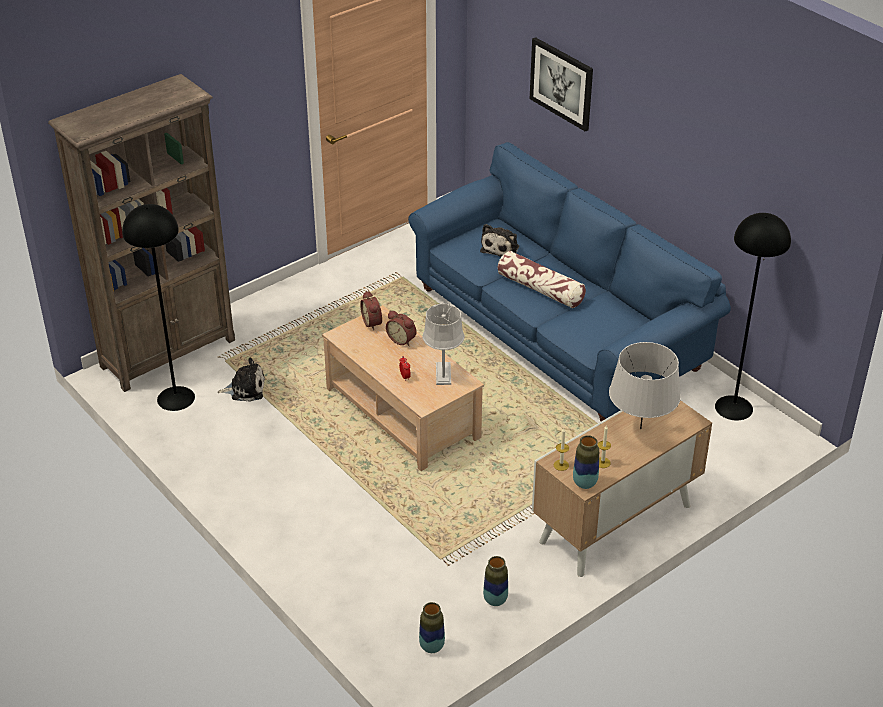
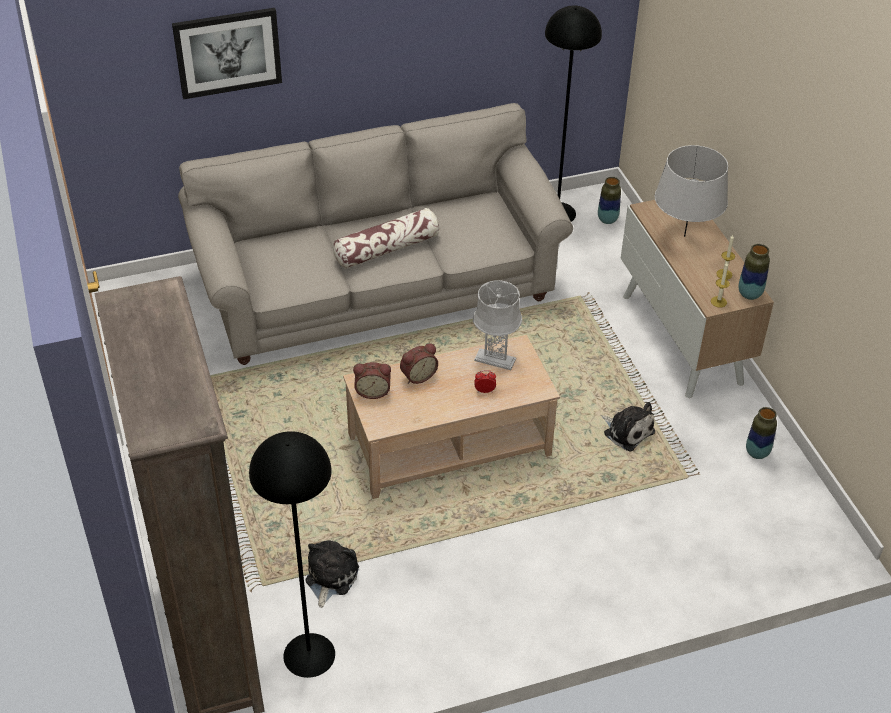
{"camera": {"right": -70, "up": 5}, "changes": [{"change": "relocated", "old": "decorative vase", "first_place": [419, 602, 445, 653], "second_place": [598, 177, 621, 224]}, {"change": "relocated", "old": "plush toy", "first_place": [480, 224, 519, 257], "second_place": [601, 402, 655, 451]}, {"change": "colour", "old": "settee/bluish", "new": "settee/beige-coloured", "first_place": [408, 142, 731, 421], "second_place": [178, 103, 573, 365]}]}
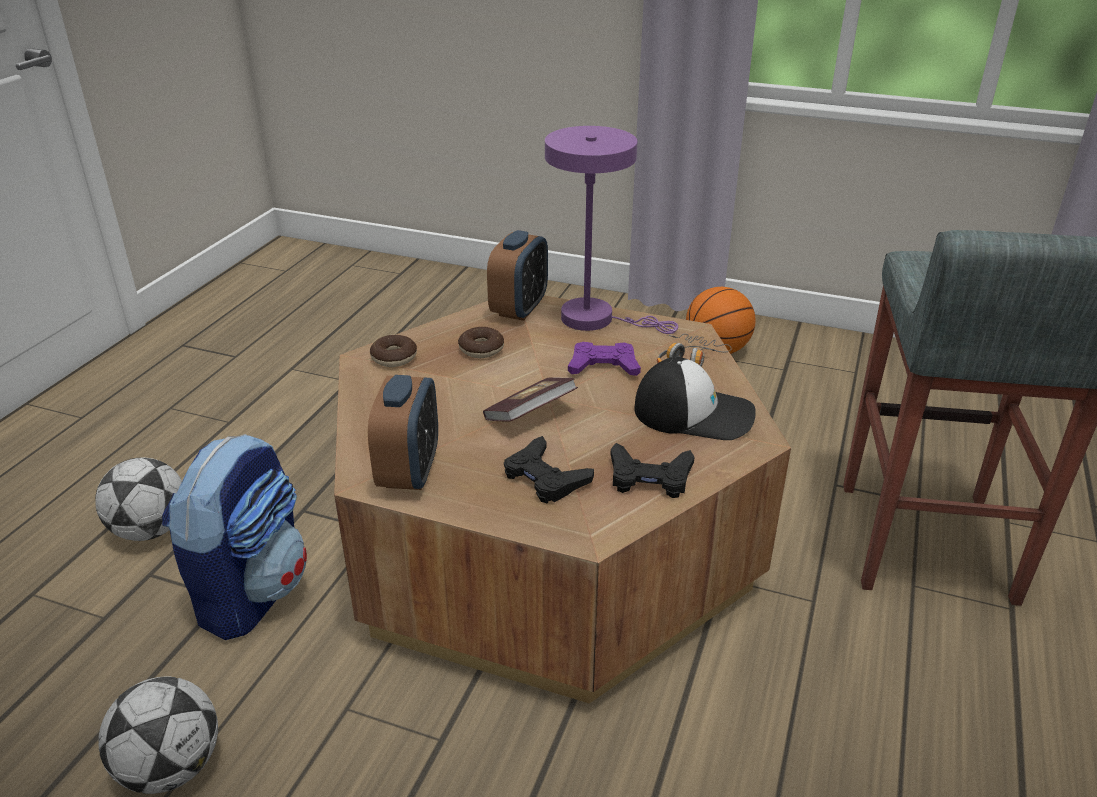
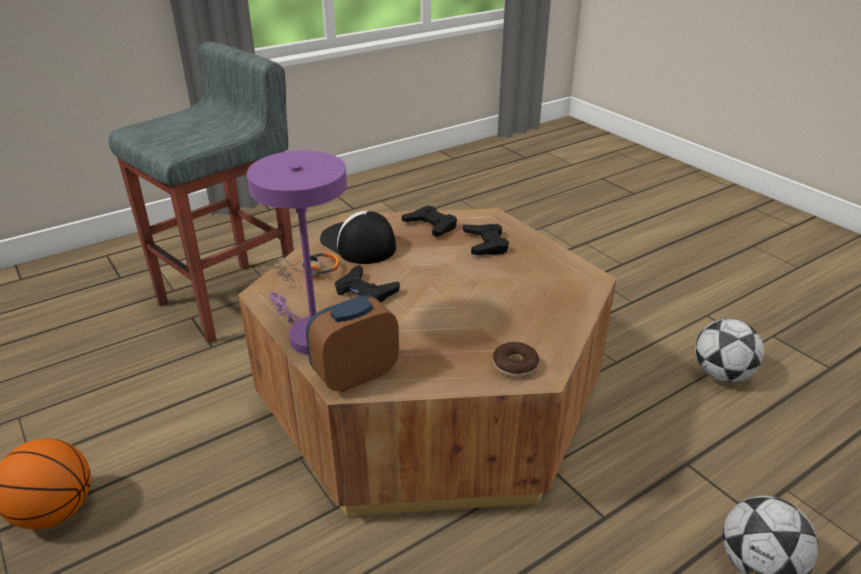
{"camera": {"right": -145, "up": 0}, "changes": [{"change": "missing", "old": "rucksack", "first_place": [162, 434, 307, 640]}, {"change": "missing", "old": "table clock", "first_place": [368, 375, 438, 490]}, {"change": "missing", "old": "donut", "first_place": [458, 327, 504, 358]}, {"change": "missing", "old": "volume", "first_place": [483, 377, 578, 422]}, {"change": "colour", "old": "gamepad/purplish", "new": "gamepad/blackish", "first_place": [568, 342, 641, 376], "second_place": [335, 264, 400, 302]}]}
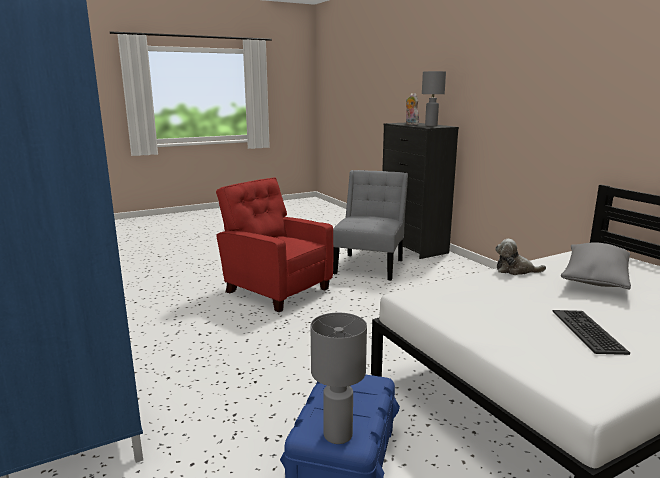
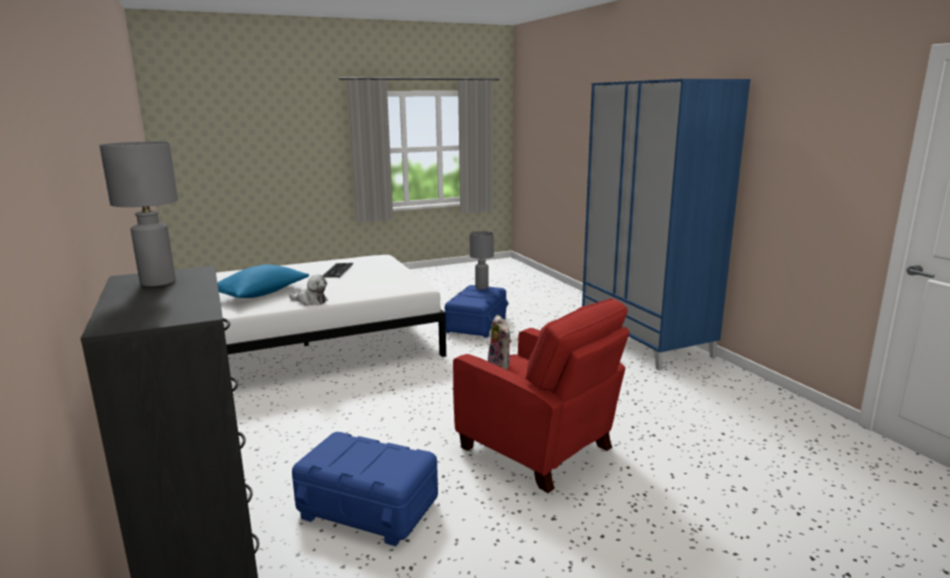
{"camera": {"right": -175, "up": 0}, "changes": [{"change": "relocated", "old": "plush toy", "first_place": [406, 93, 419, 125], "second_place": [488, 315, 511, 370]}, {"change": "exchanged", "old": "plain chair/gray", "new": "storage box/bluish", "first_place": [333, 170, 408, 280], "second_place": [292, 432, 438, 546]}, {"change": "colour", "old": "throw pillow/gray", "new": "throw pillow/bluish", "first_place": [561, 242, 631, 289], "second_place": [217, 264, 309, 298]}]}
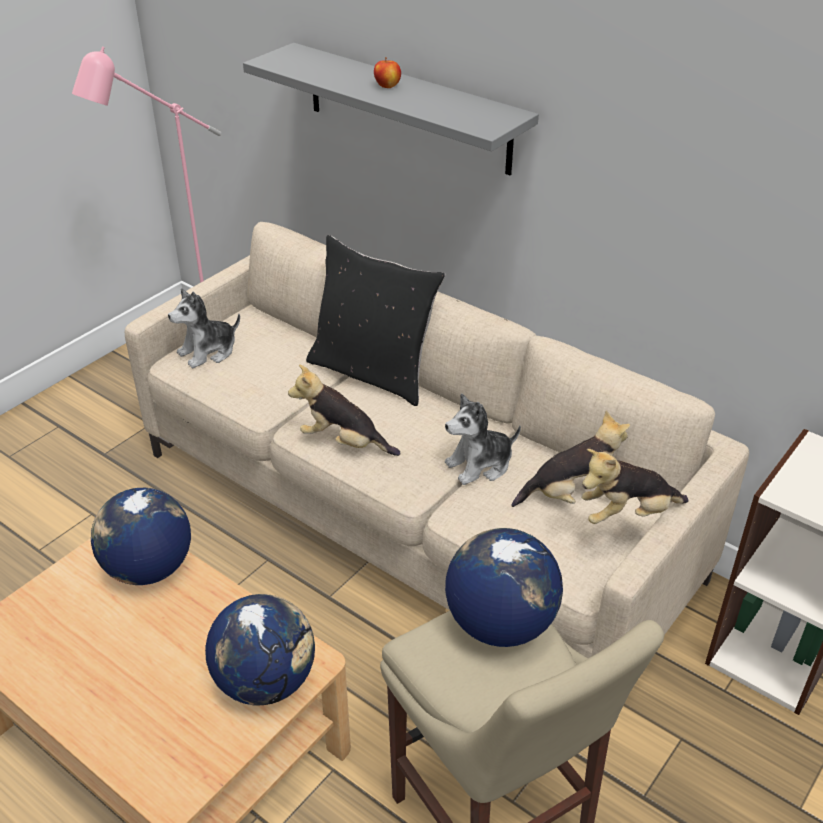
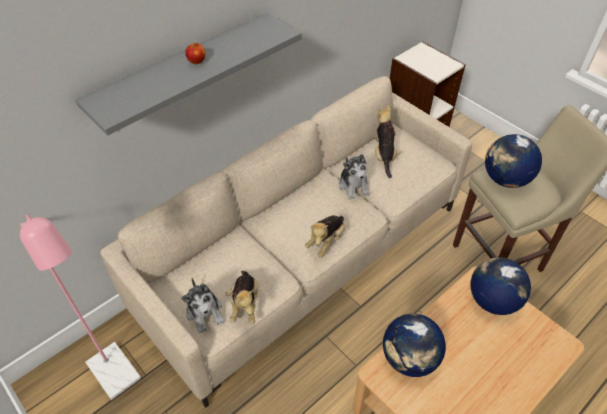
{"camera": {"right": -80, "up": 10}, "changes": [{"change": "missing", "old": "throw pillow/blackish", "first_place": [306, 235, 445, 406]}, {"change": "relocated", "old": "plush toy", "first_place": [582, 449, 689, 524], "second_place": [225, 271, 258, 324]}]}
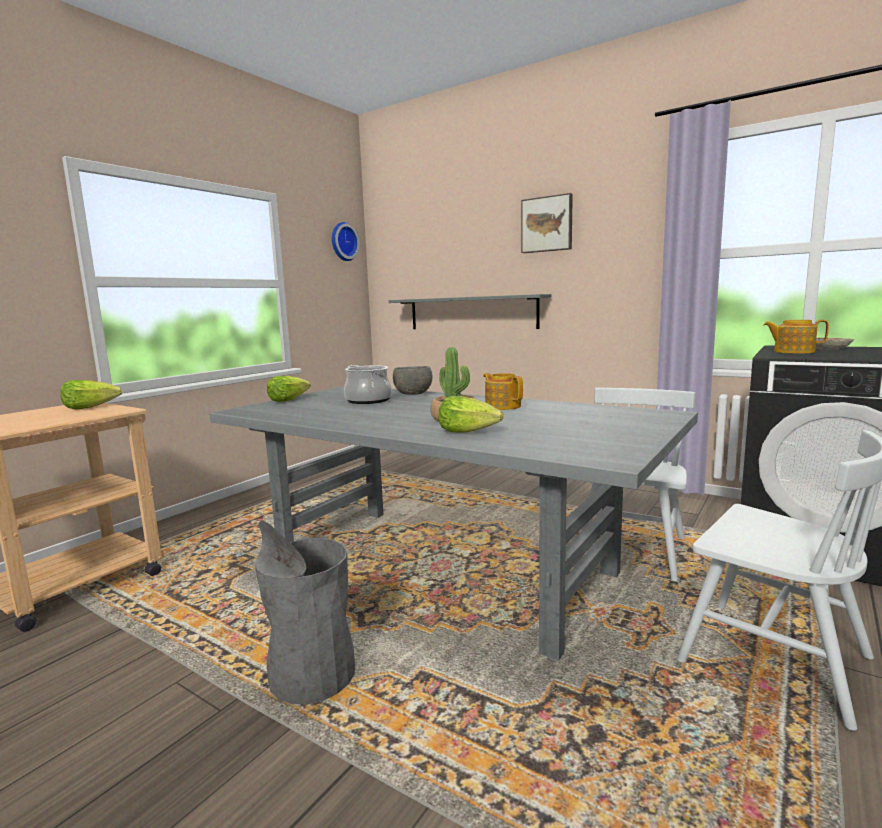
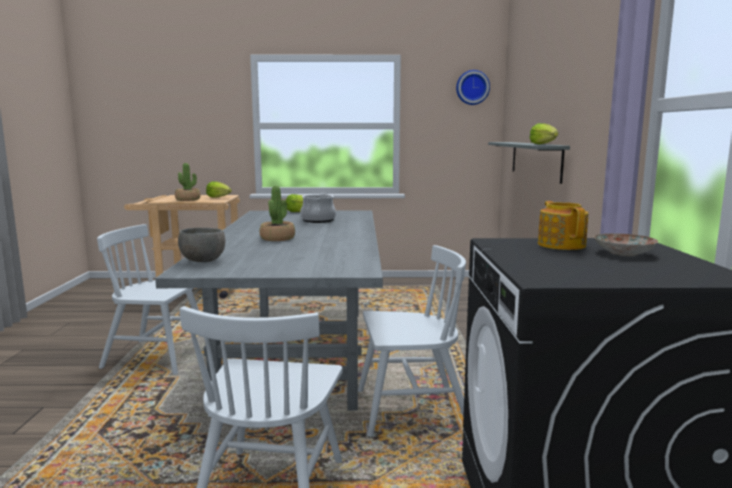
{"camera": {"right": 55, "up": 0}, "changes": [{"change": "missing", "old": "tea pot", "first_place": [483, 373, 523, 410]}, {"change": "missing", "old": "picture", "first_place": [521, 193, 573, 253]}, {"change": "appeared", "new": "potted plant", "second_place": [175, 163, 200, 201]}, {"change": "relocated", "old": "bowl/gray", "first_place": [393, 366, 432, 395], "second_place": [178, 228, 225, 262]}, {"change": "relocated", "old": "lettuce", "first_place": [438, 396, 503, 432], "second_place": [529, 123, 558, 144]}, {"change": "exchanged", "old": "waste bin/gray", "new": "plain chair/white", "first_place": [255, 520, 355, 704], "second_place": [97, 224, 205, 375]}]}
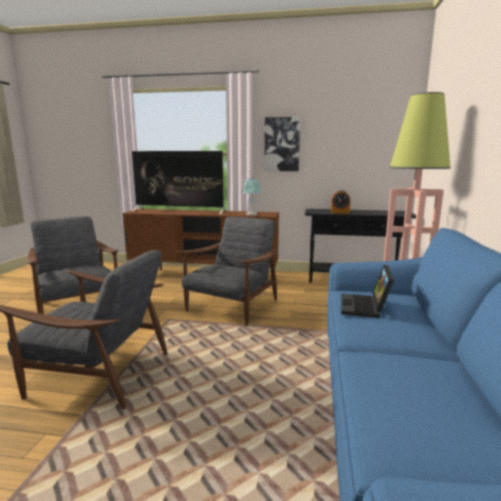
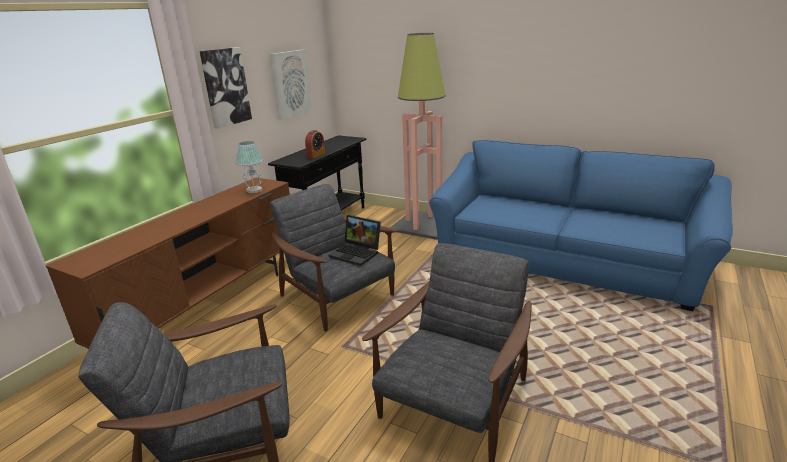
{"camera": {"right": -70, "up": 10}, "changes": [{"change": "missing", "old": "TV set", "first_place": [132, 151, 227, 214]}, {"change": "appeared", "new": "picture", "second_place": [269, 49, 313, 120]}, {"change": "relocated", "old": "notebook computer", "first_place": [341, 265, 394, 318], "second_place": [329, 215, 381, 266]}]}
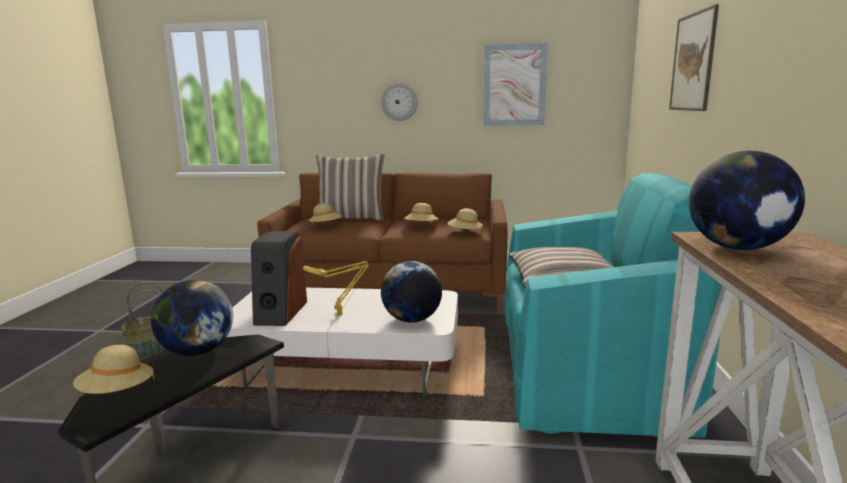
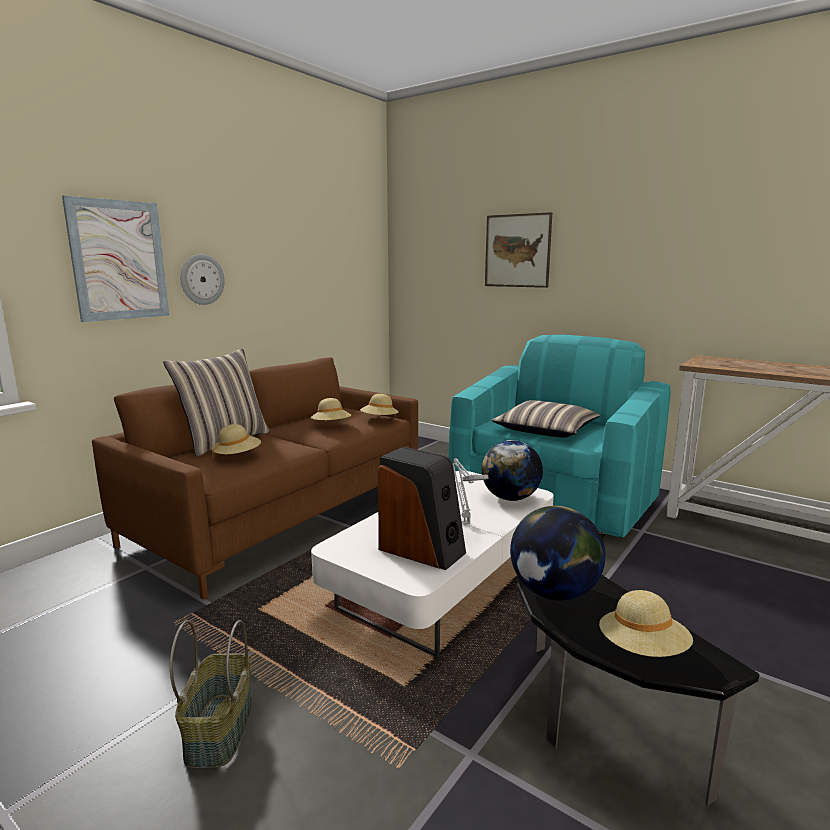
{"camera": {"right": -60, "up": 0}, "changes": [{"change": "missing", "old": "world globe", "first_place": [689, 151, 805, 250]}, {"change": "relocated", "old": "picture", "first_place": [483, 43, 548, 126], "second_place": [62, 196, 169, 322]}, {"change": "colour", "old": "table lamp/yellow", "new": "table lamp/gray", "first_place": [303, 261, 369, 316], "second_place": [453, 458, 488, 525]}]}
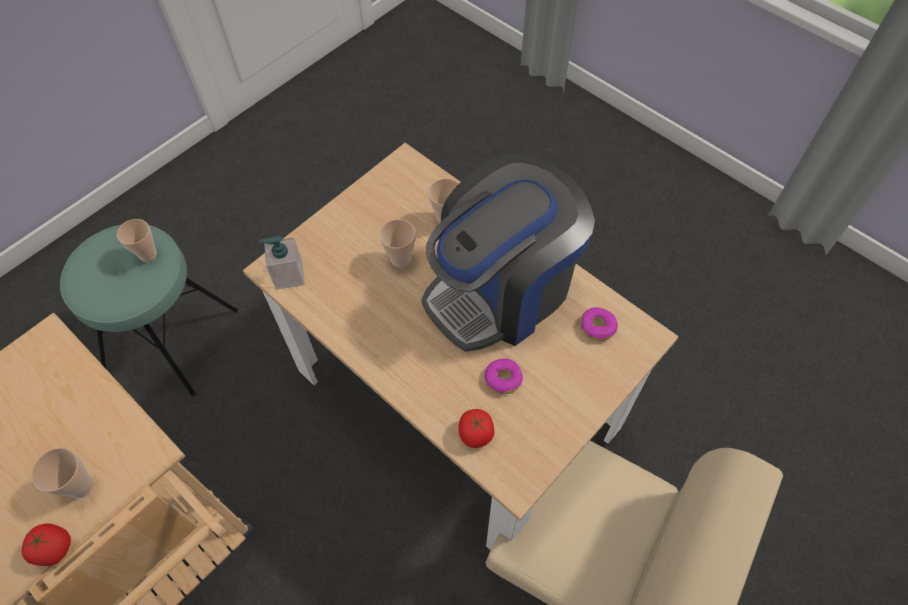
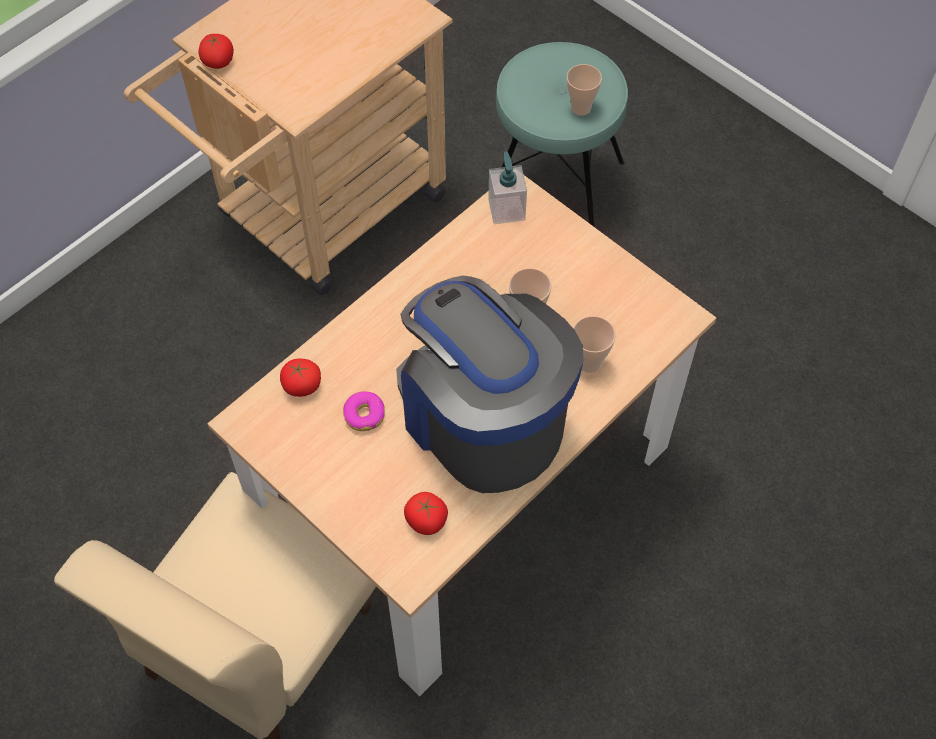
{"camera": {"right": 90, "up": 0}, "changes": [{"change": "missing", "old": "small cup", "first_place": [31, 448, 94, 498]}, {"change": "exchanged", "old": "donut", "new": "whole tomato", "first_place": [581, 307, 618, 341], "second_place": [404, 492, 448, 535]}]}
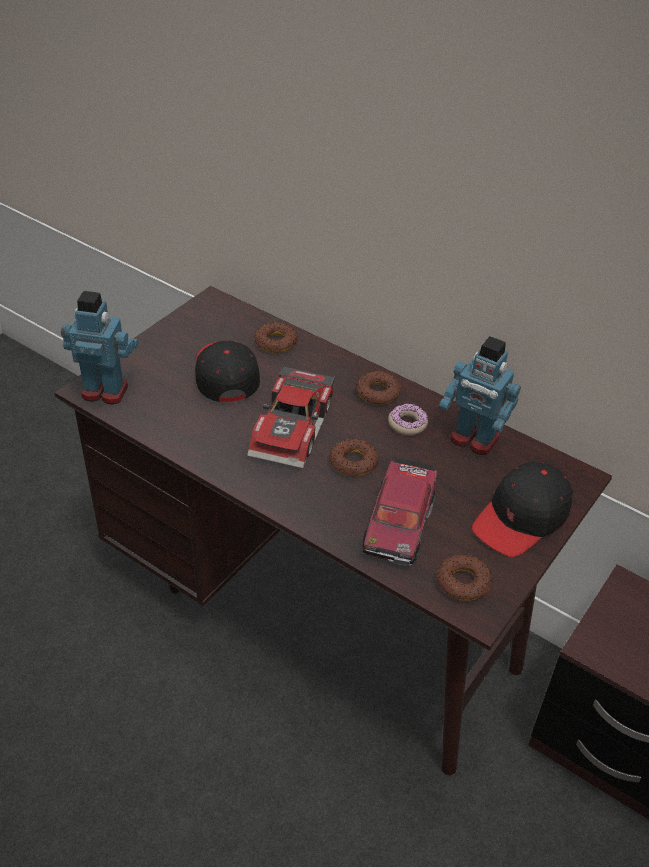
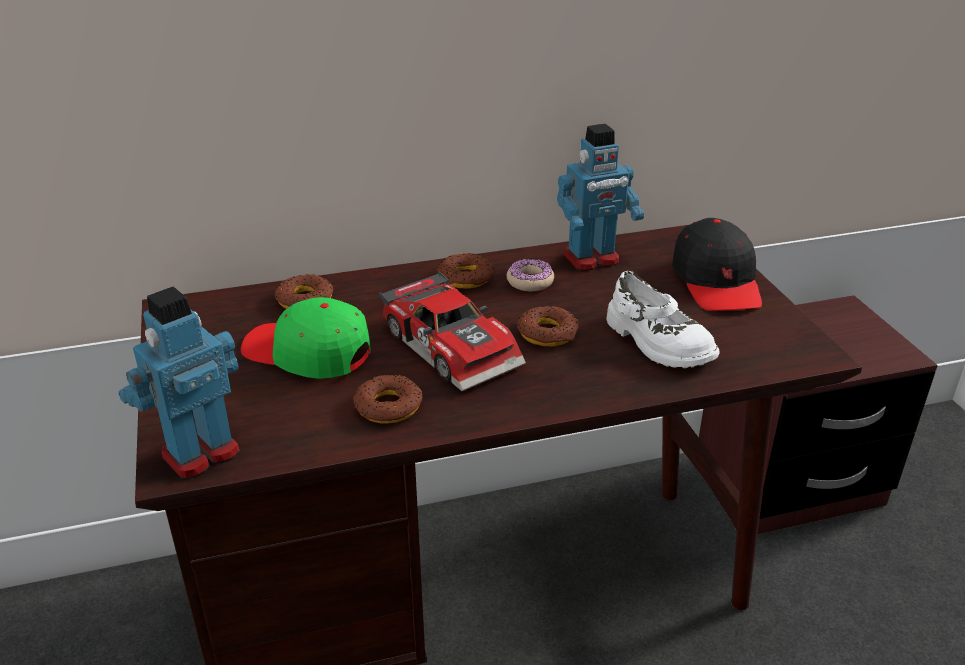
{"camera": {"right": -50, "up": -10}, "changes": [{"change": "relocated", "old": "donut", "first_place": [437, 554, 492, 601], "second_place": [353, 375, 423, 424]}, {"change": "exchanged", "old": "model car", "new": "shoe/white", "first_place": [363, 458, 437, 566], "second_place": [606, 271, 720, 368]}, {"change": "colour", "old": "peaked cap/blackish", "new": "peaked cap/green", "first_place": [195, 341, 260, 402], "second_place": [241, 297, 371, 379]}]}
